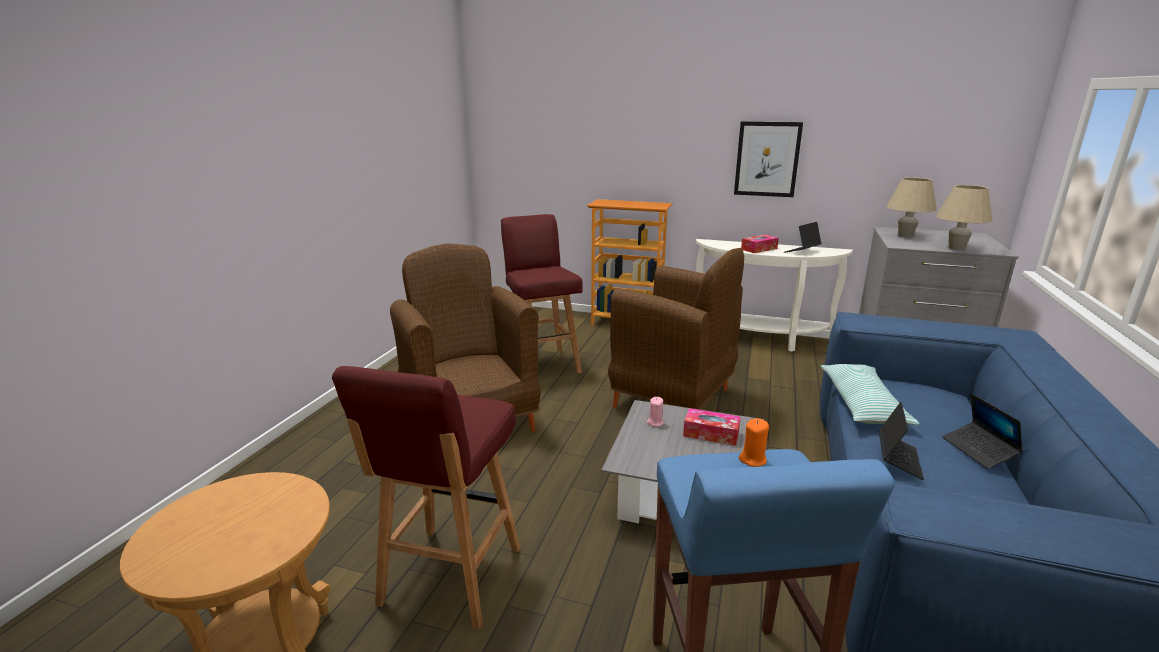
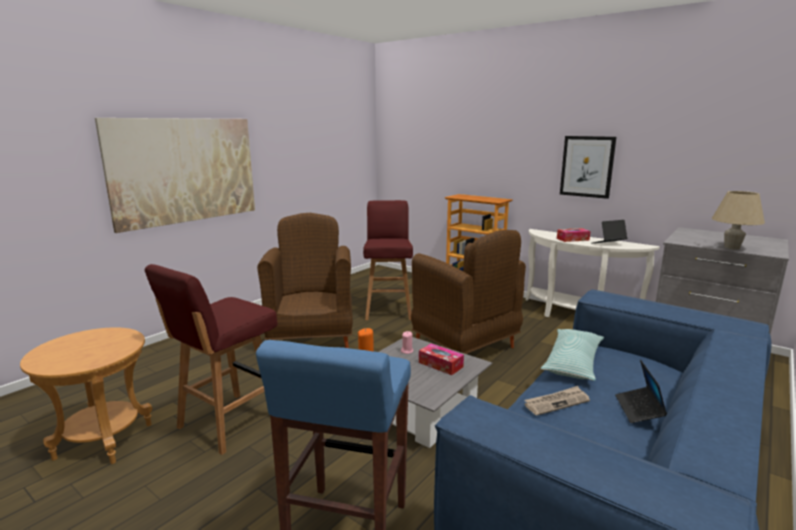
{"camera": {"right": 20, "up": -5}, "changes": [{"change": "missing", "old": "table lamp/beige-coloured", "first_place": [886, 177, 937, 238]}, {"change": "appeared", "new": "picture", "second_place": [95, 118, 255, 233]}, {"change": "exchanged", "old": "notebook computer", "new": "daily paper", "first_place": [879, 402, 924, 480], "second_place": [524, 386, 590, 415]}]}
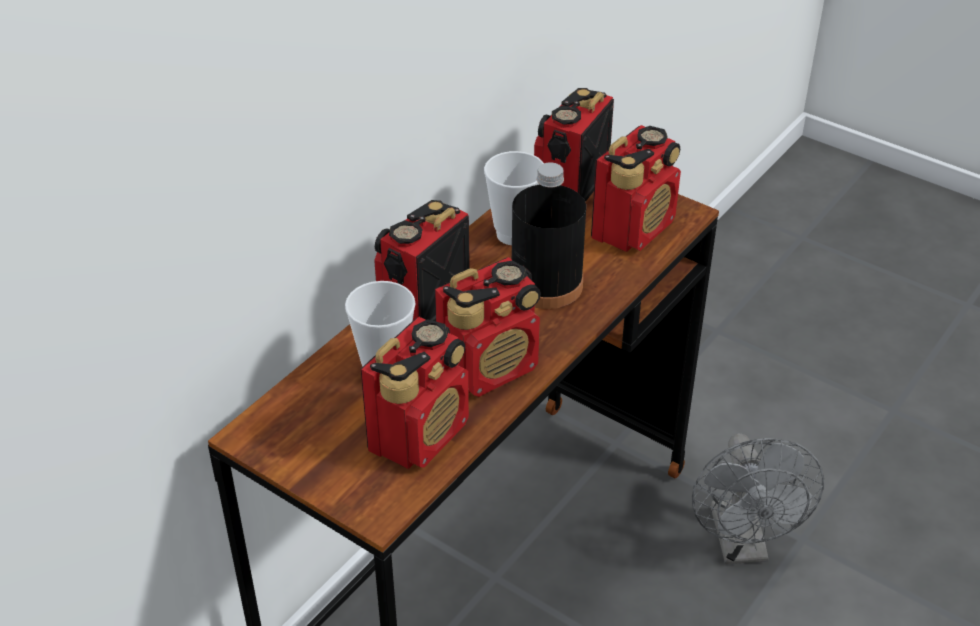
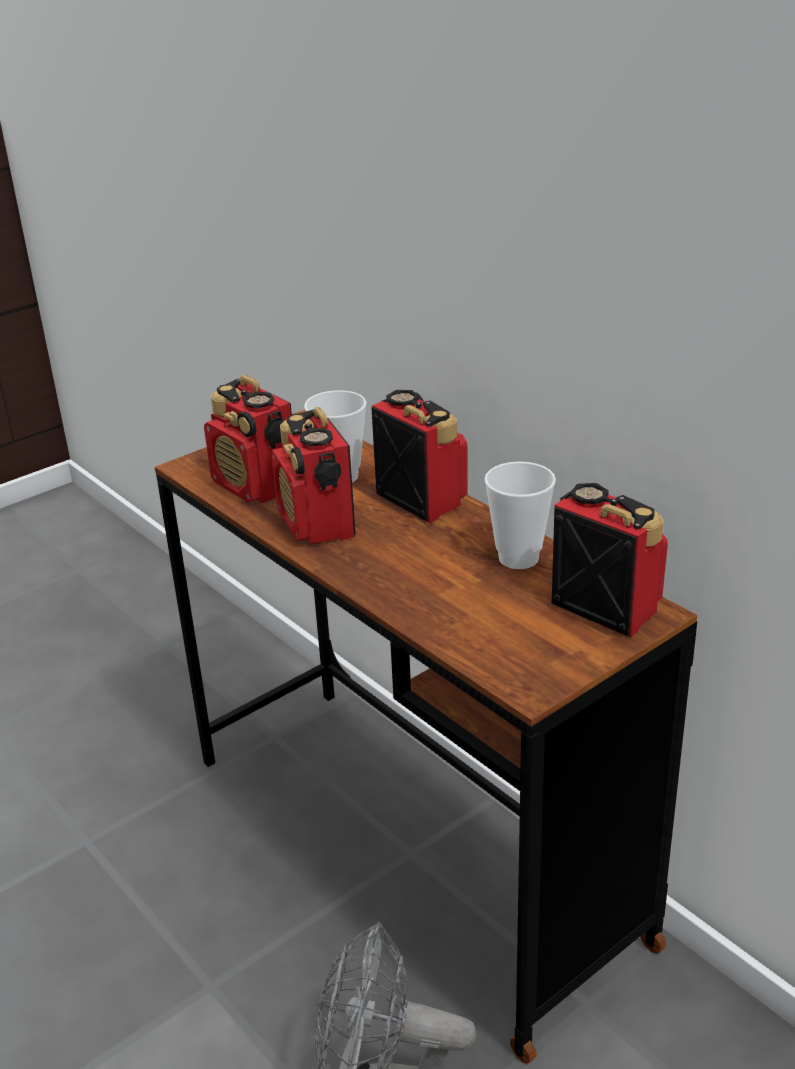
{"camera": {"right": 105, "up": -10}, "changes": [{"change": "missing", "old": "bottle/blackish", "first_place": [512, 162, 586, 309]}, {"change": "missing", "old": "radio set", "first_place": [591, 125, 681, 252]}]}
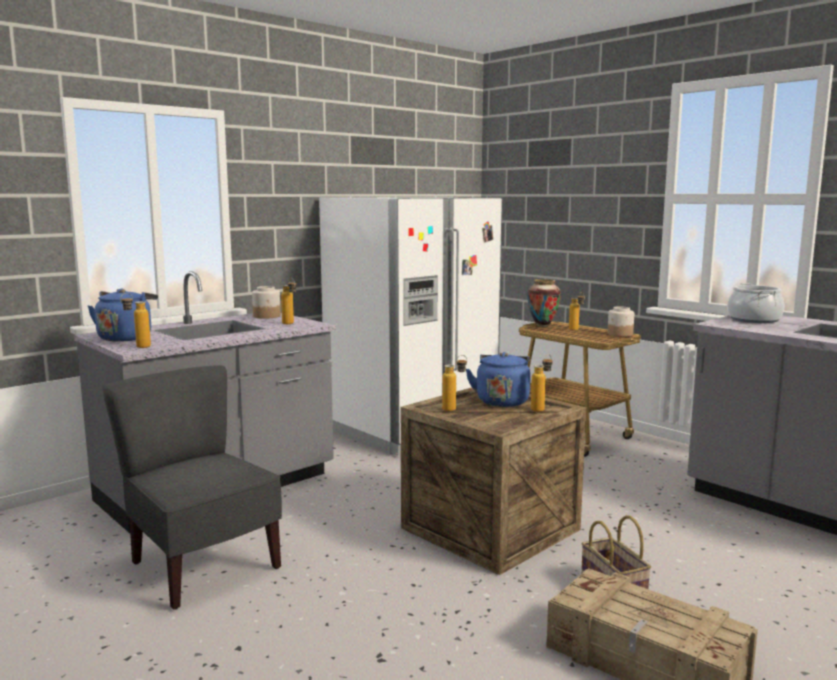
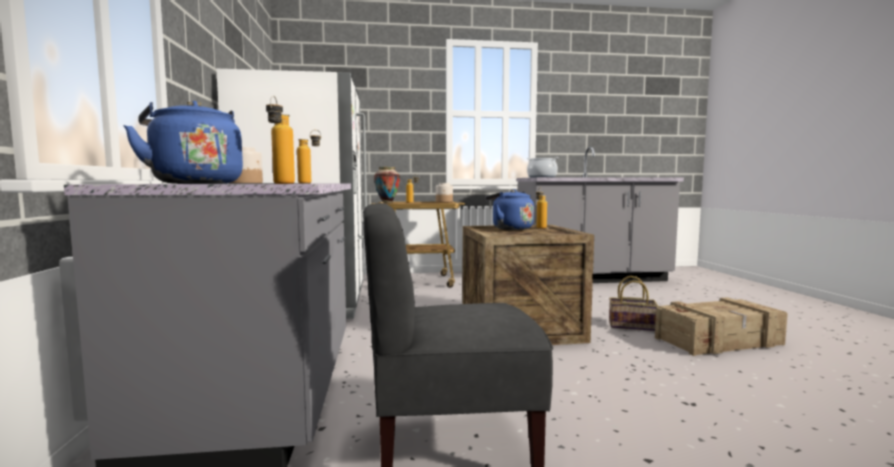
{"camera": {"right": -55, "up": -5}, "changes": [{"change": "missing", "old": "bottle", "first_place": [442, 355, 467, 411]}]}
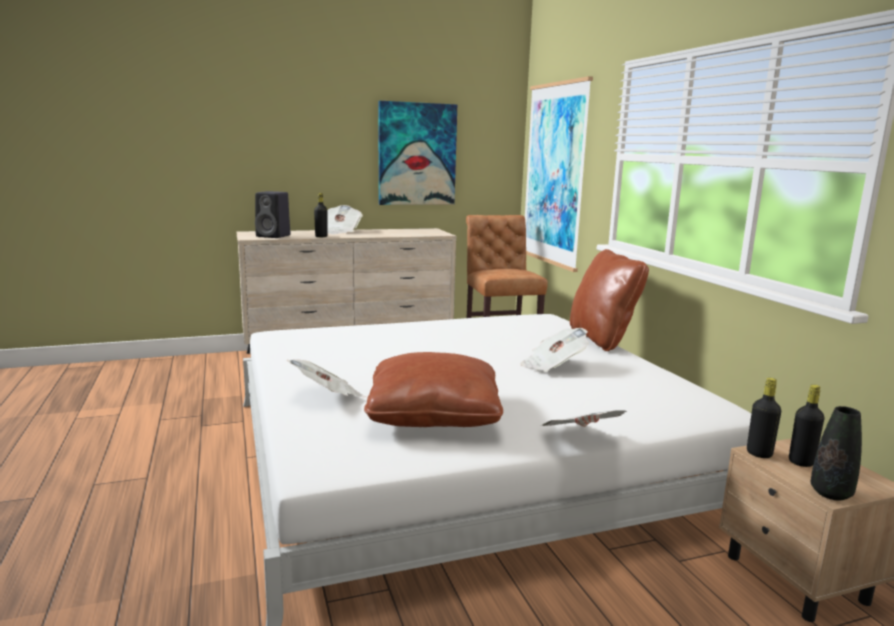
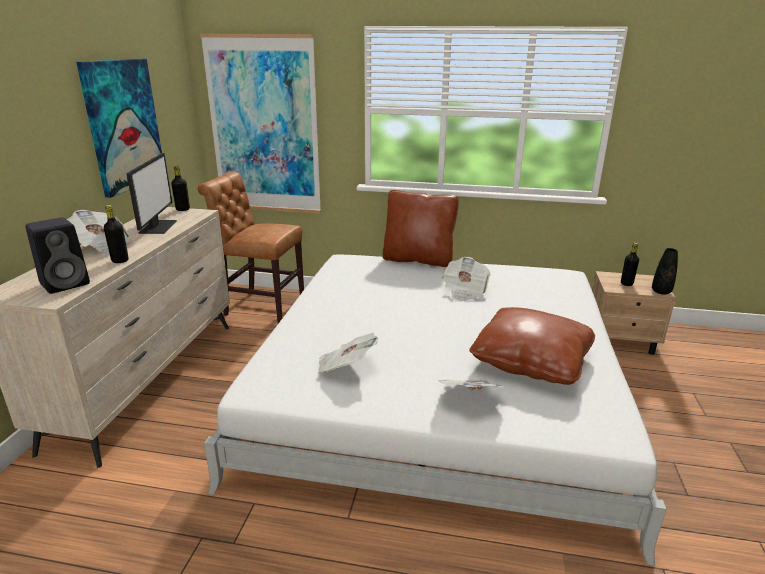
{"camera": {"right": -60, "up": 10}, "changes": [{"change": "appeared", "new": "computer screen", "second_place": [126, 153, 177, 234]}, {"change": "relocated", "old": "daily paper", "first_place": [542, 410, 627, 427], "second_place": [318, 333, 378, 374]}, {"change": "relocated", "old": "bottle/blackish", "first_place": [747, 378, 781, 458], "second_place": [171, 166, 190, 211]}]}
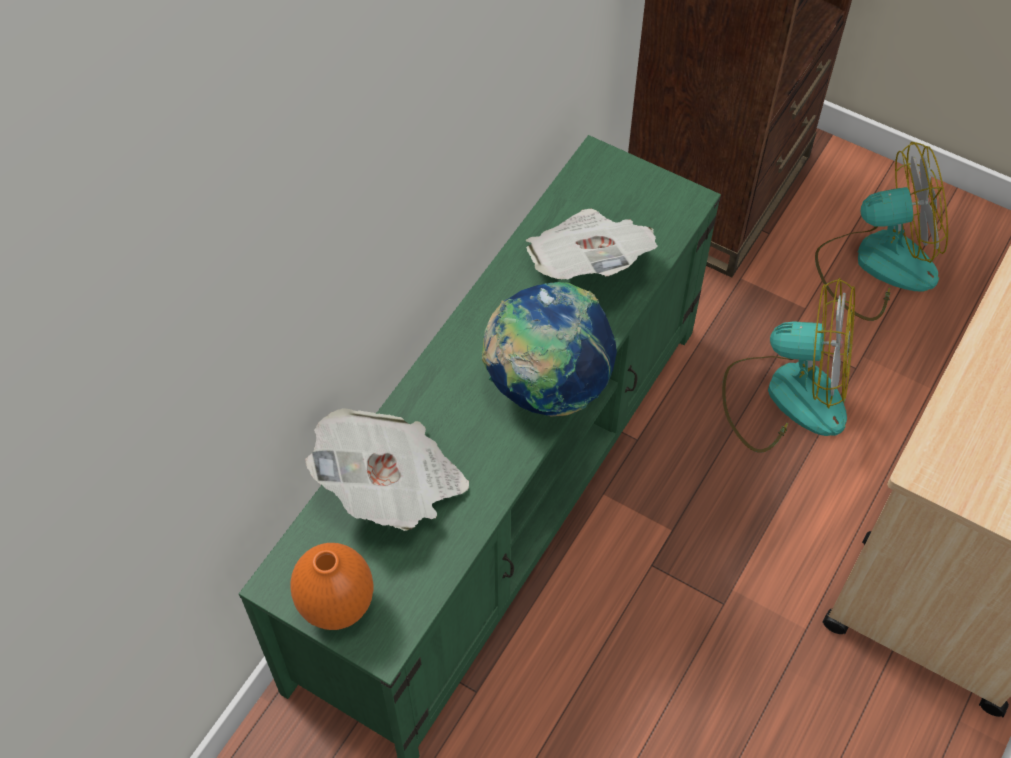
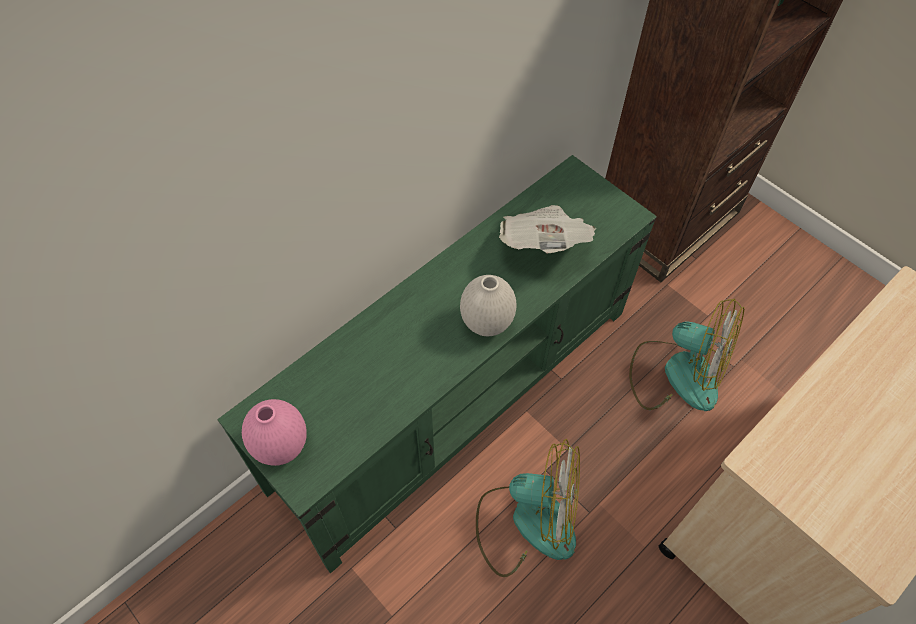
{"camera": {"right": 15, "up": 0}, "changes": [{"change": "missing", "old": "daily paper", "first_place": [305, 408, 469, 531]}, {"change": "relocated", "old": "fan", "first_place": [815, 142, 948, 321], "second_place": [476, 439, 580, 577]}, {"change": "exchanged", "old": "world globe", "new": "decorative vase/white", "first_place": [481, 282, 617, 416], "second_place": [460, 275, 516, 336]}, {"change": "colour", "old": "decorative vase/orangey", "new": "decorative vase/pinkish", "first_place": [290, 543, 373, 630], "second_place": [242, 399, 307, 466]}]}
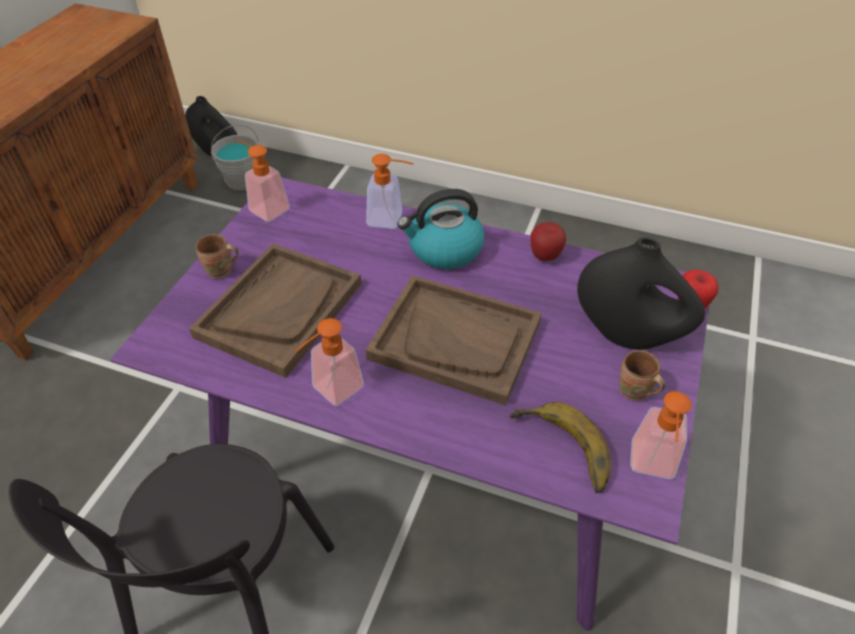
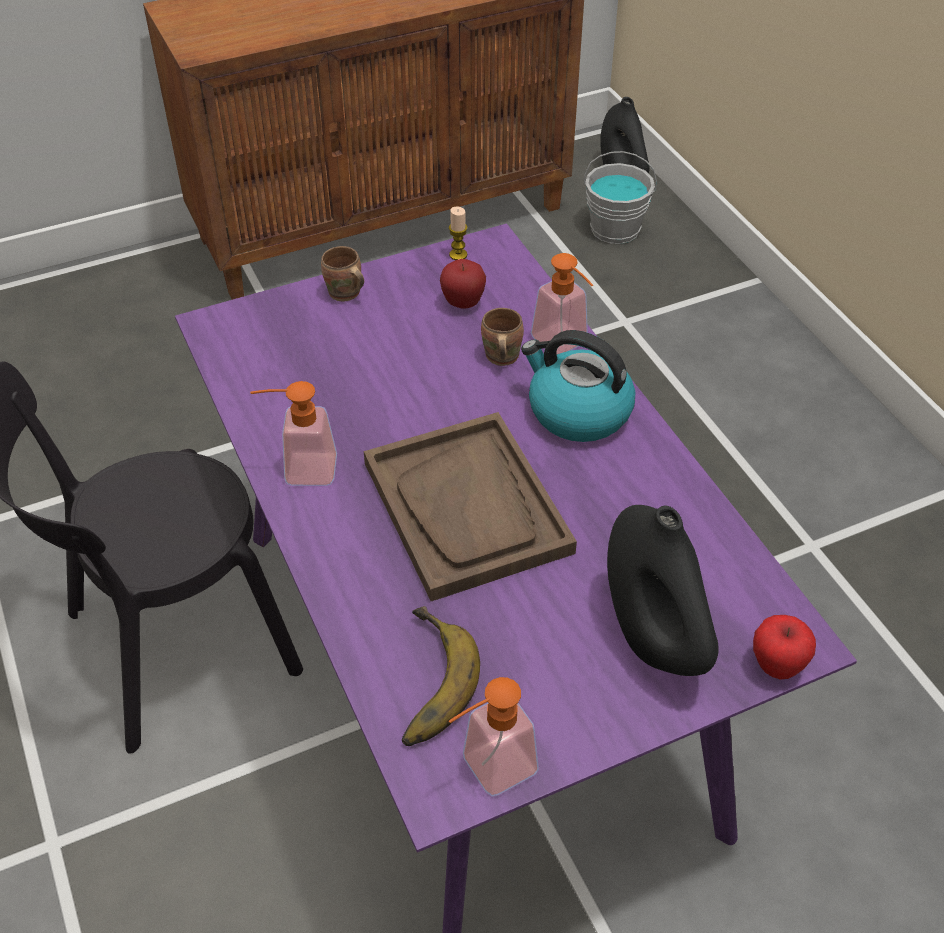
{"camera": {"right": 45, "up": 0}, "changes": [{"change": "missing", "old": "serving tray/brown-coloured", "first_place": [189, 243, 361, 378]}, {"change": "relocated", "old": "apple", "first_place": [531, 222, 566, 261], "second_place": [440, 259, 486, 309]}, {"change": "relocated", "old": "mug/brown-coloured", "first_place": [619, 350, 665, 401], "second_place": [481, 308, 524, 366]}, {"change": "exchanged", "old": "soap bottle", "new": "candle", "first_place": [236, 140, 290, 222], "second_place": [449, 207, 467, 260]}]}
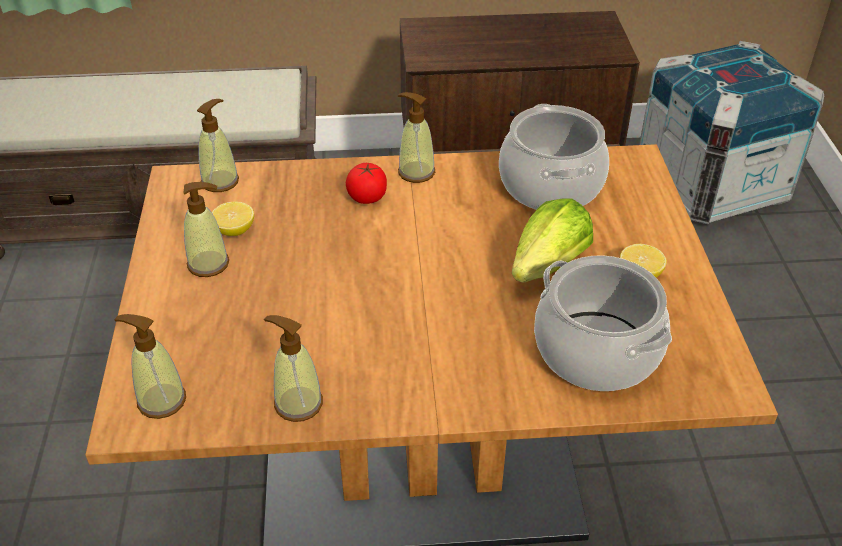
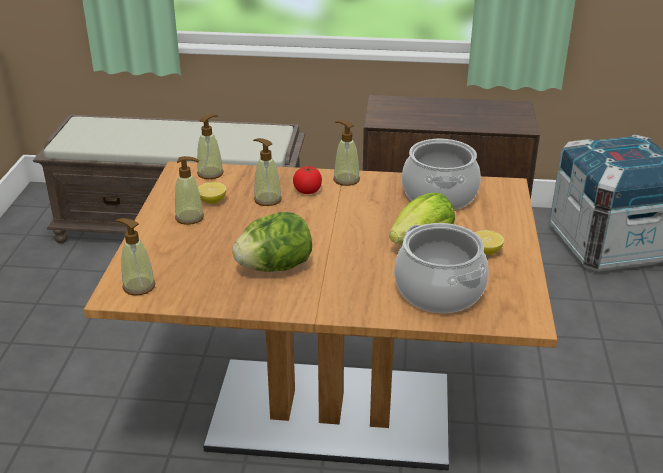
{"camera": {"right": 10, "up": -10}, "changes": [{"change": "appeared", "new": "lettuce", "second_place": [232, 212, 312, 272]}, {"change": "relocated", "old": "soap bottle", "first_place": [264, 315, 323, 422], "second_place": [253, 138, 282, 206]}]}
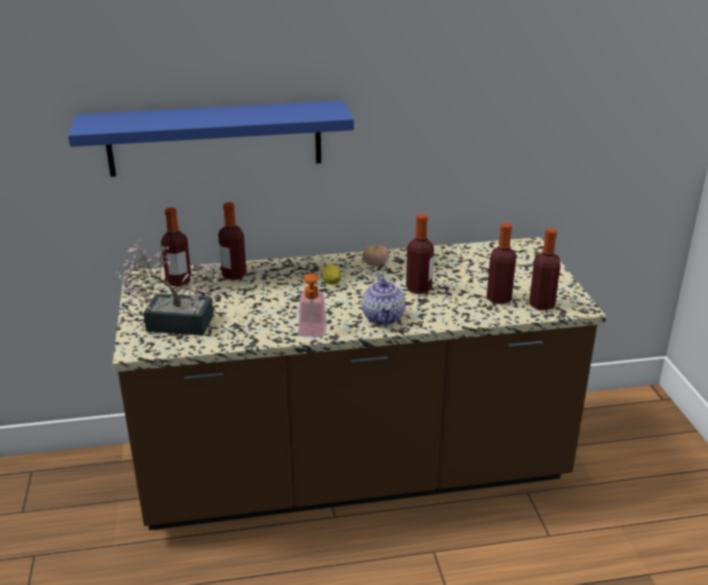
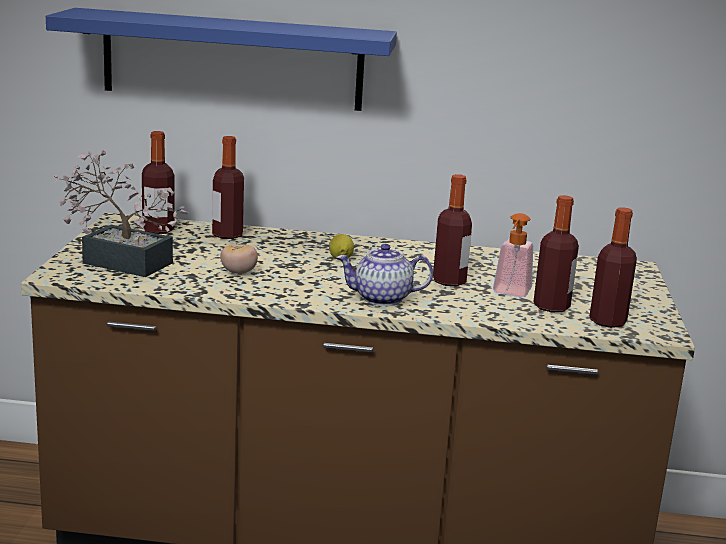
{"camera": {"right": 15, "up": -10}, "changes": [{"change": "relocated", "old": "soap bottle", "first_place": [298, 274, 327, 337], "second_place": [493, 213, 533, 297]}, {"change": "relocated", "old": "whole tomato", "first_place": [363, 245, 389, 267], "second_place": [220, 244, 258, 274]}, {"change": "spun", "old": "tea pot", "first_place": [362, 274, 405, 325], "second_place": [336, 244, 433, 306], "degrees": 75}]}
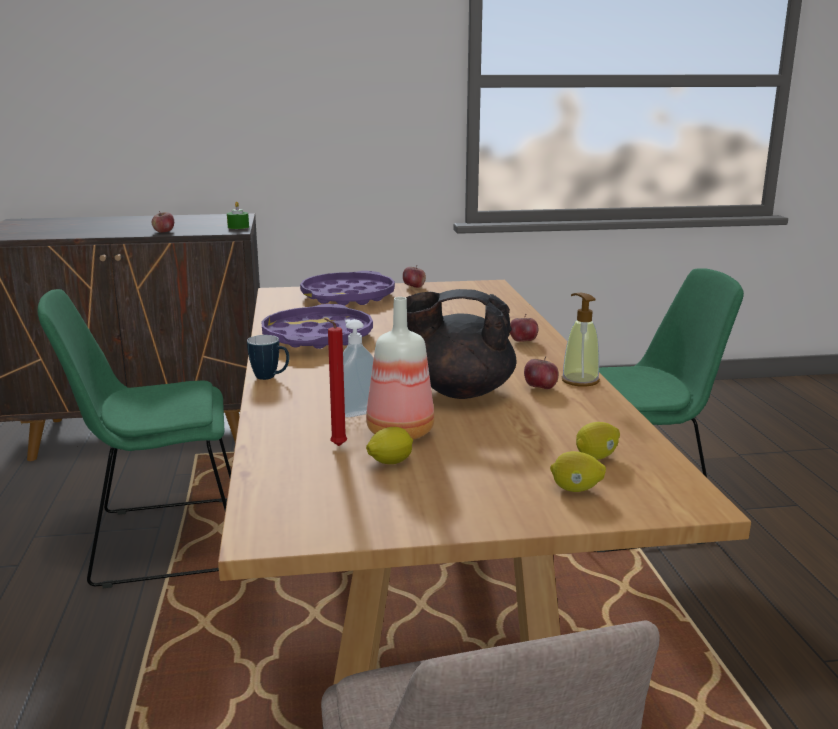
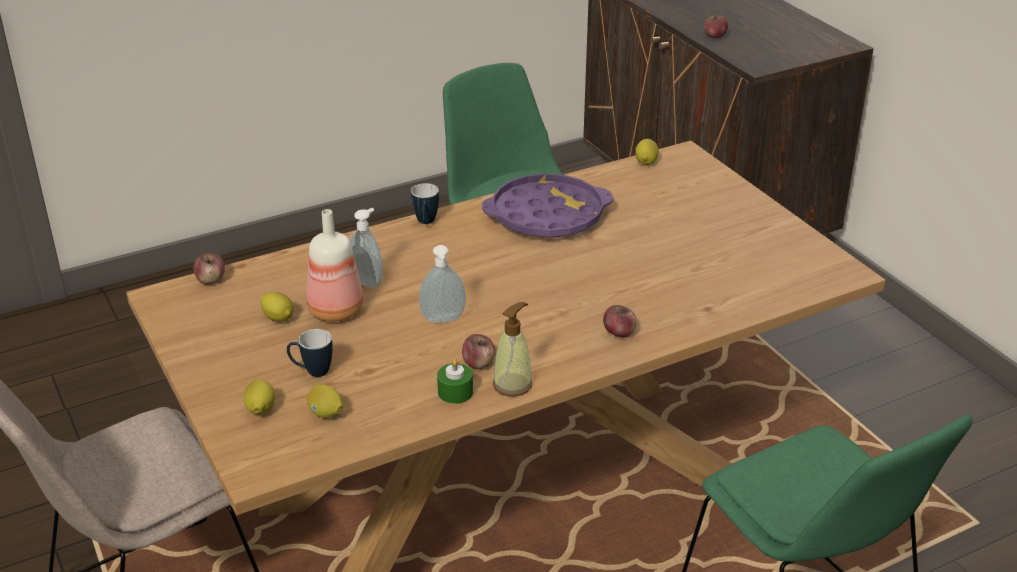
{"camera": {"right": 70, "up": 15}, "changes": [{"change": "missing", "old": "serving tray/purplish", "first_place": [300, 271, 395, 305]}, {"change": "missing", "old": "candle/red-coloured", "first_place": [324, 318, 347, 446]}, {"change": "appeared", "new": "mug", "second_place": [287, 329, 333, 377]}, {"change": "appeared", "new": "citrus fruit", "second_place": [635, 139, 659, 165]}, {"change": "relocated", "old": "candle/green", "first_place": [227, 202, 249, 229], "second_place": [437, 358, 473, 404]}, {"change": "relocated", "old": "apple", "first_place": [403, 265, 426, 288], "second_place": [194, 253, 225, 285]}, {"change": "exchanged", "old": "tea pot/blackish", "new": "soap bottle", "first_place": [406, 289, 517, 399], "second_place": [419, 245, 466, 323]}]}
